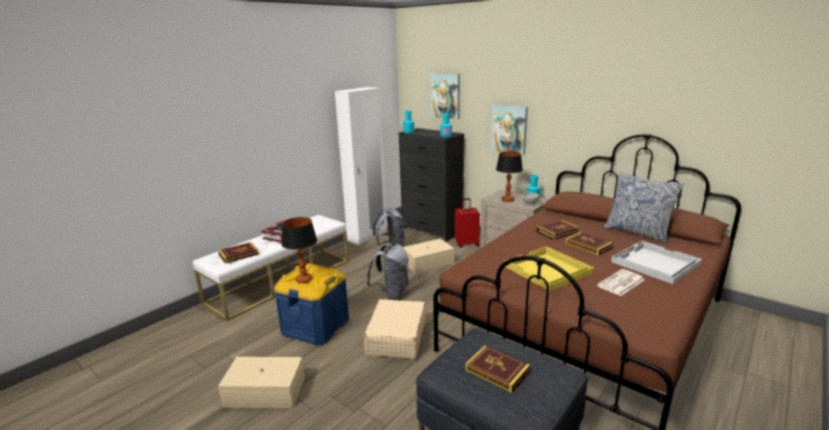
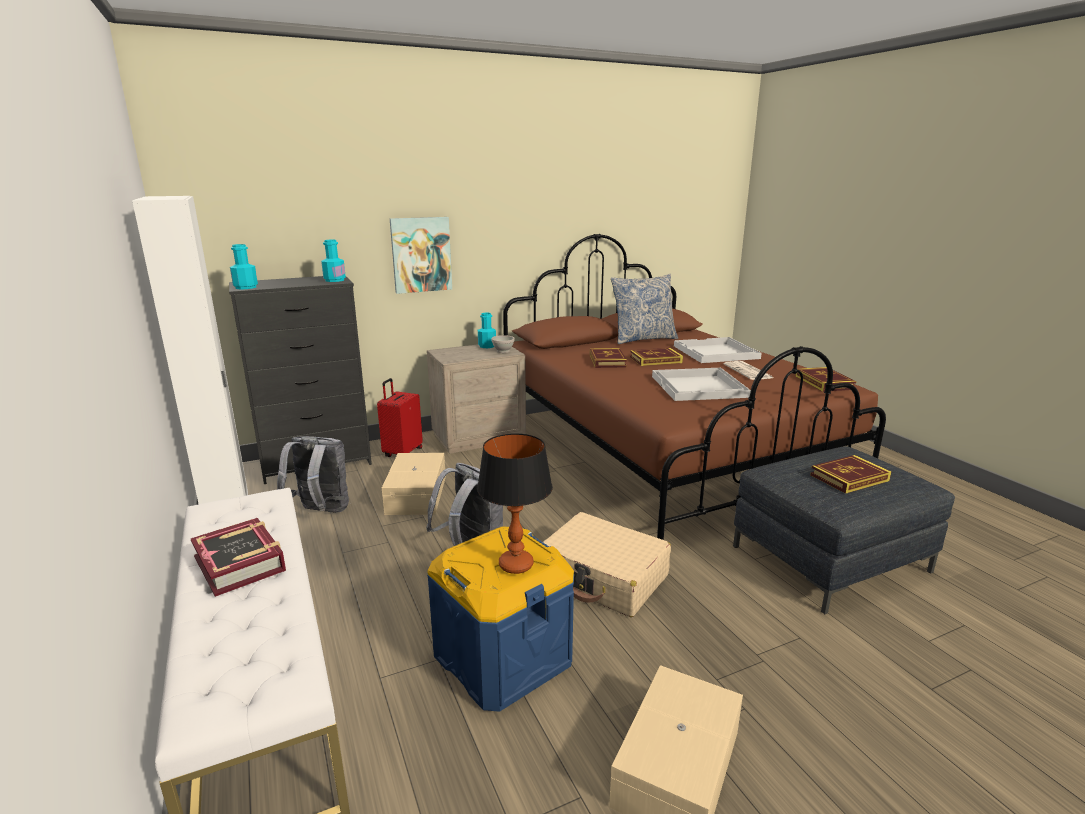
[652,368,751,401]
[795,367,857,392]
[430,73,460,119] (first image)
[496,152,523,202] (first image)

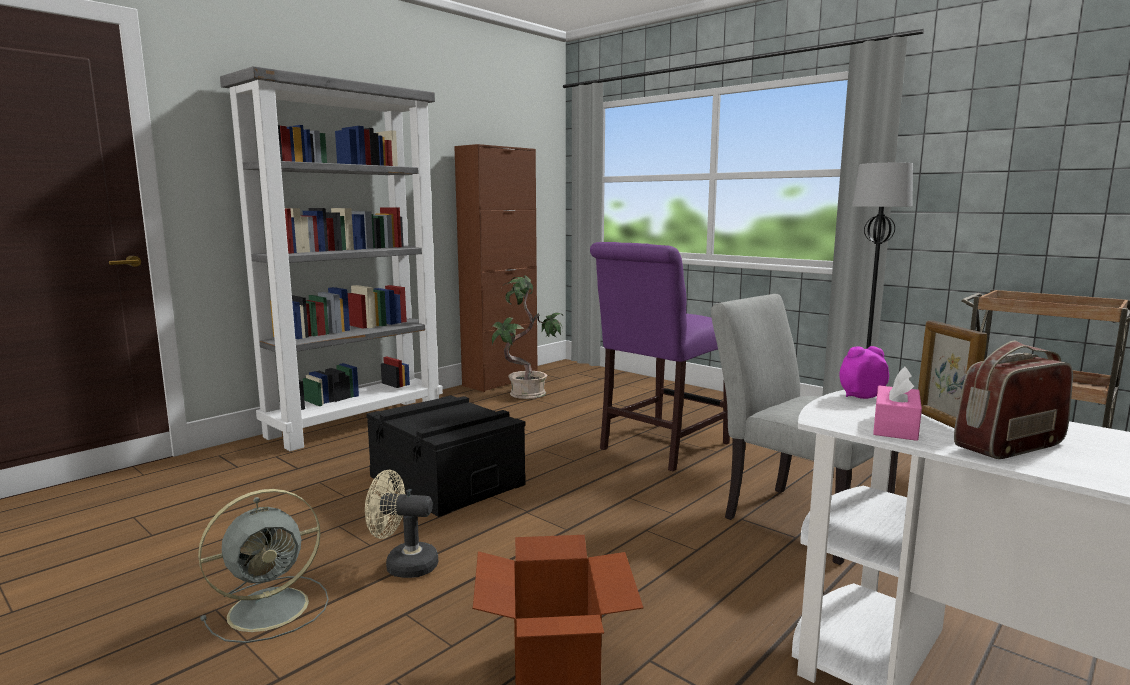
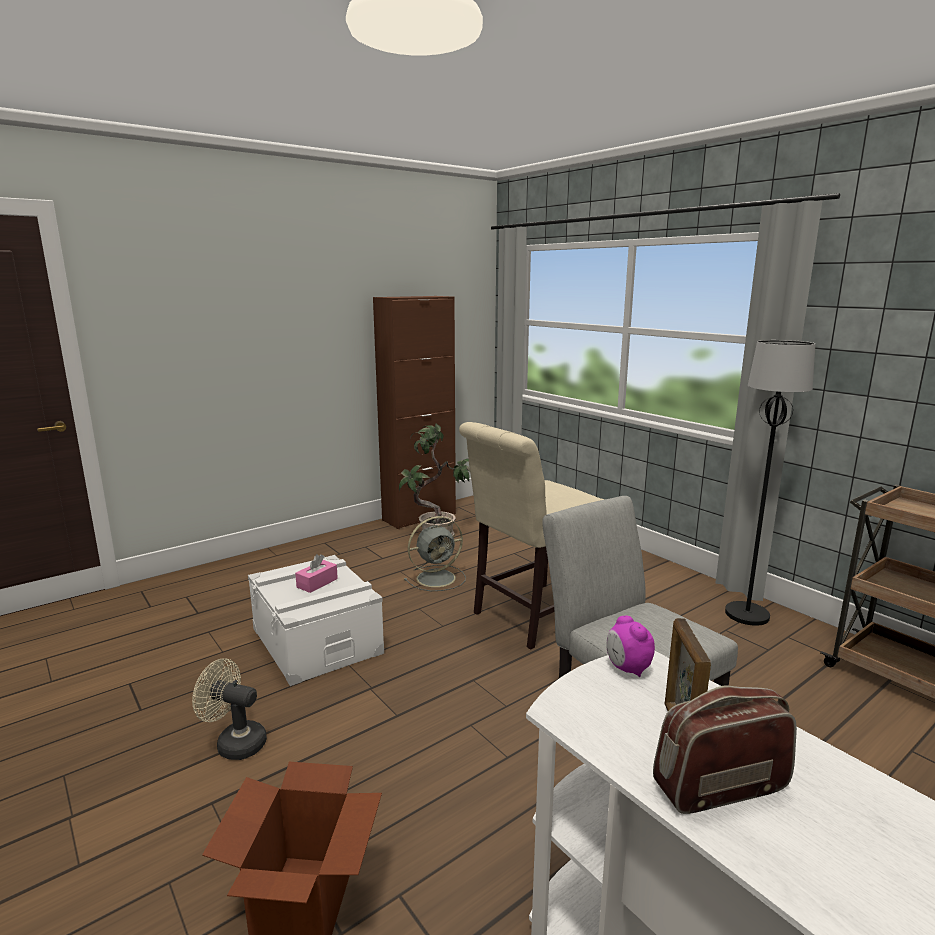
[248,555,384,686]
[295,554,338,593]
[404,516,466,591]
[459,422,605,650]
[606,616,655,677]
[220,66,443,451] (first image)

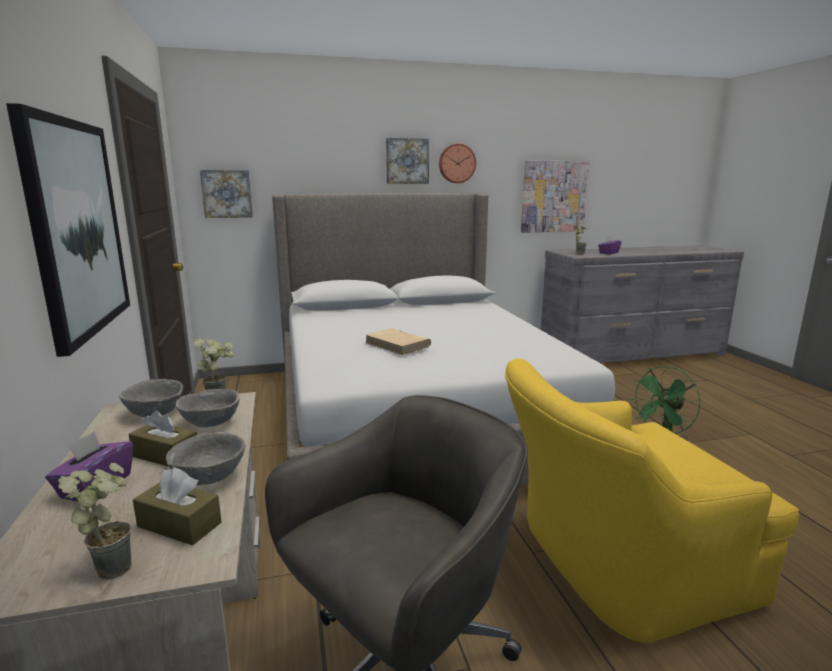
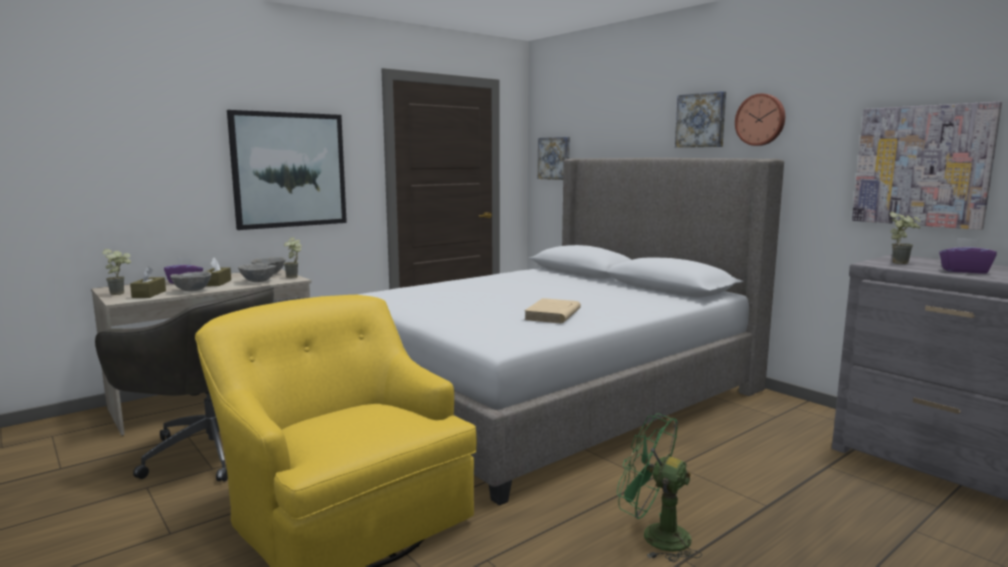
[524,298,581,323]

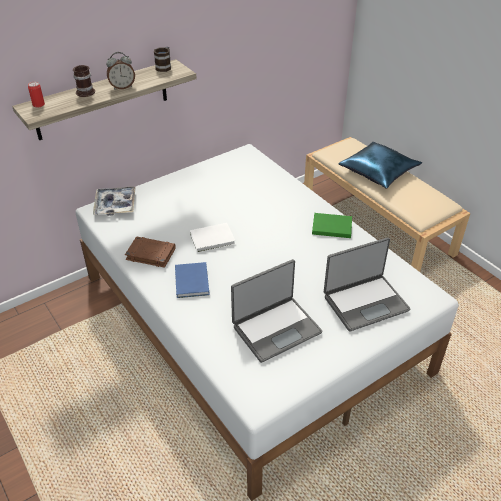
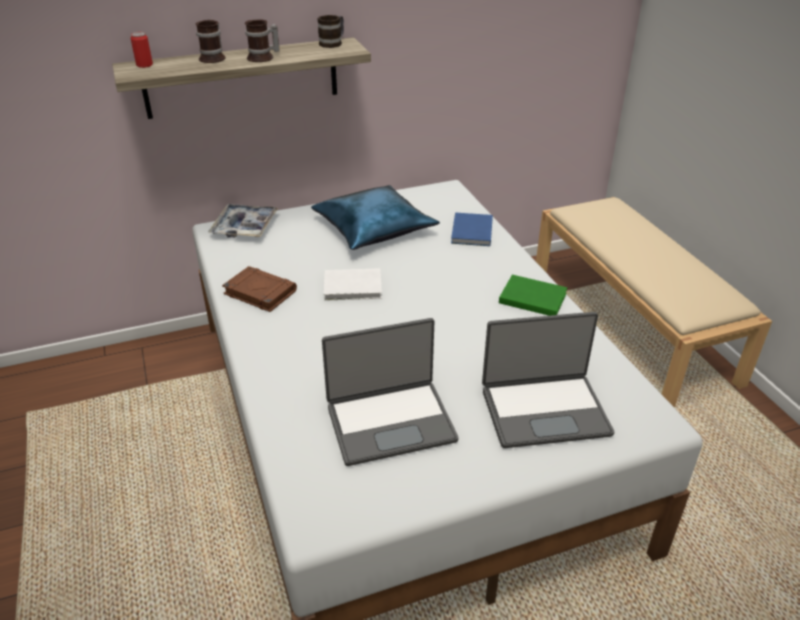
[245,19,280,62]
[311,185,440,250]
[451,212,493,246]

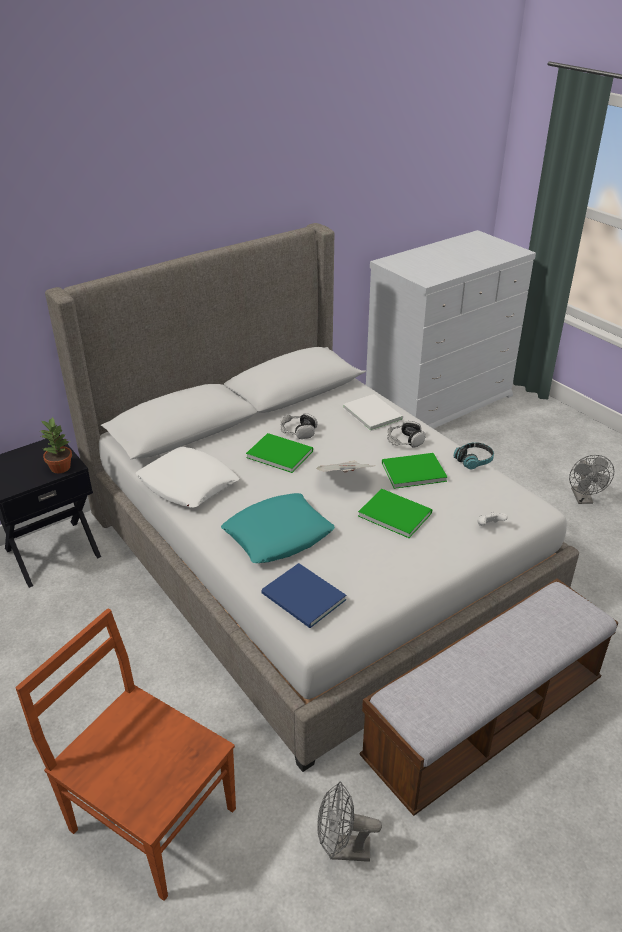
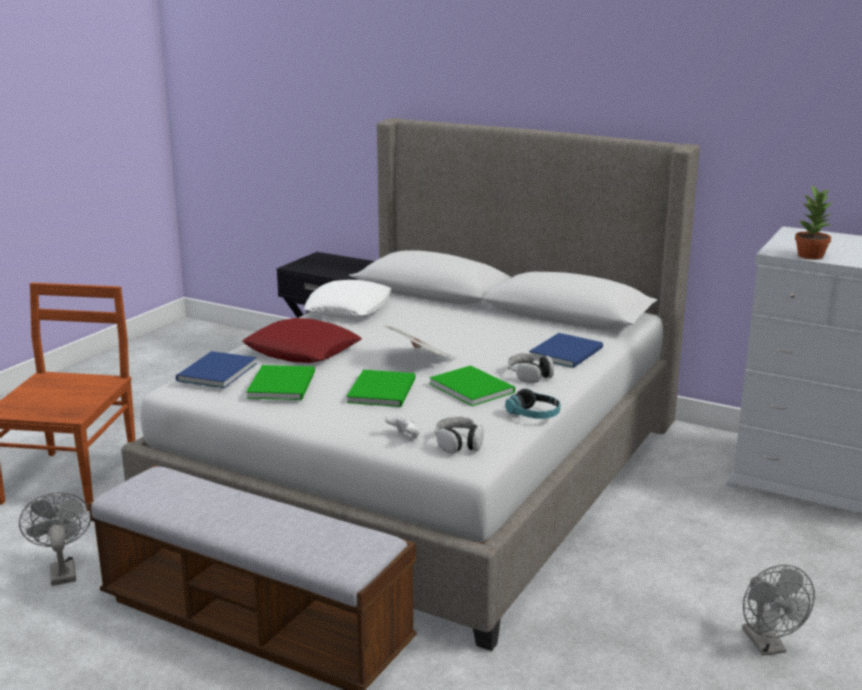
[242,318,362,363]
[246,365,315,400]
[434,417,484,454]
[529,333,603,368]
[742,565,815,656]
[795,186,832,259]

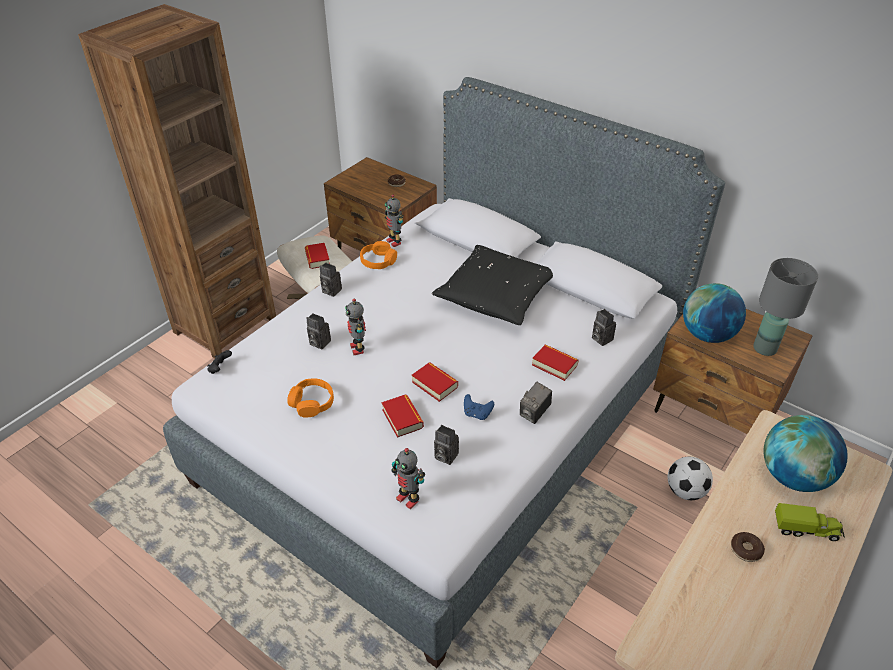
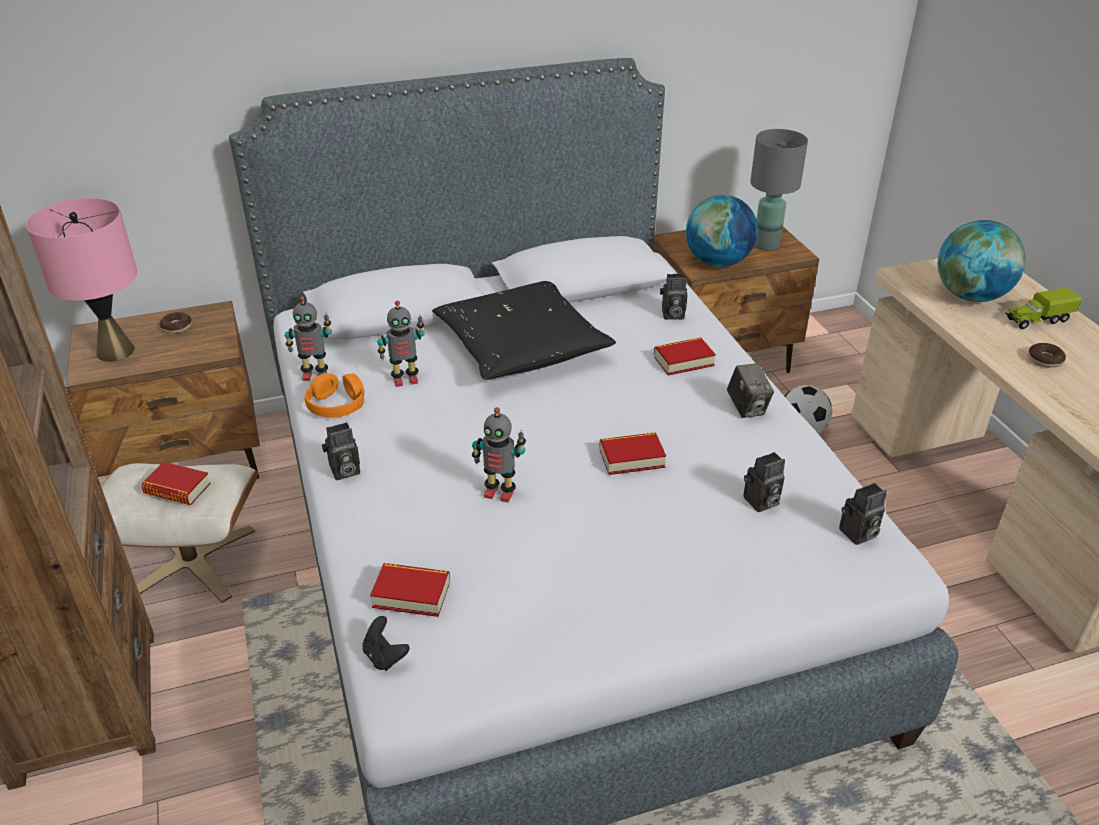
[26,198,137,362]
[370,563,450,617]
[377,301,425,387]
[839,483,887,545]
[1005,288,1081,329]
[287,379,334,418] (first image)
[464,394,494,420] (first image)

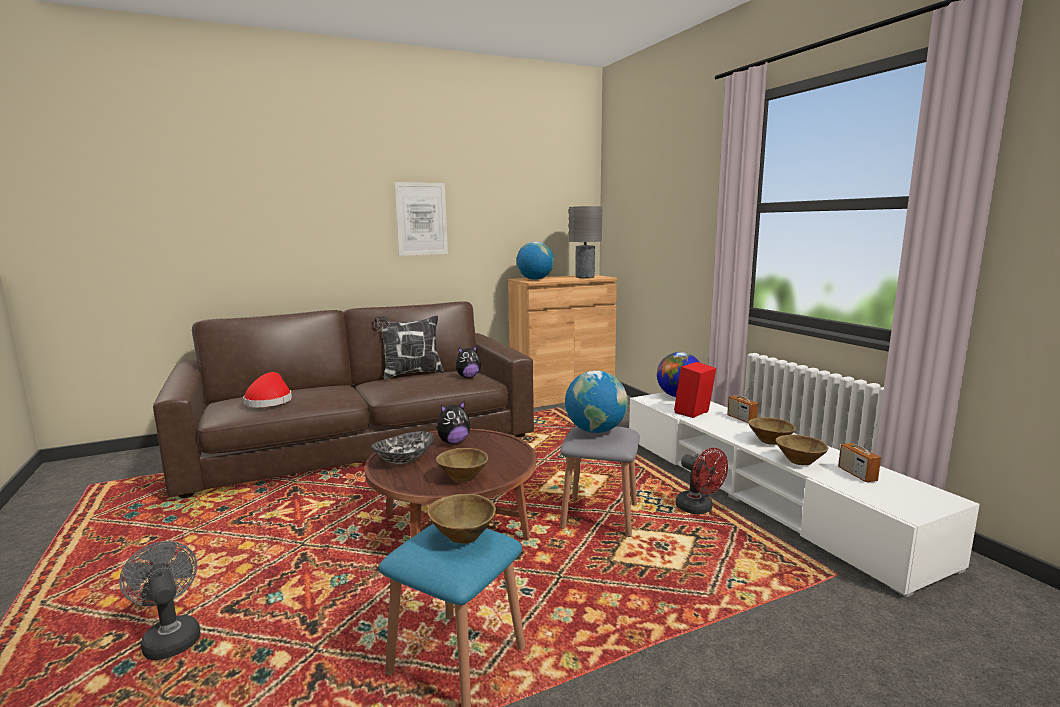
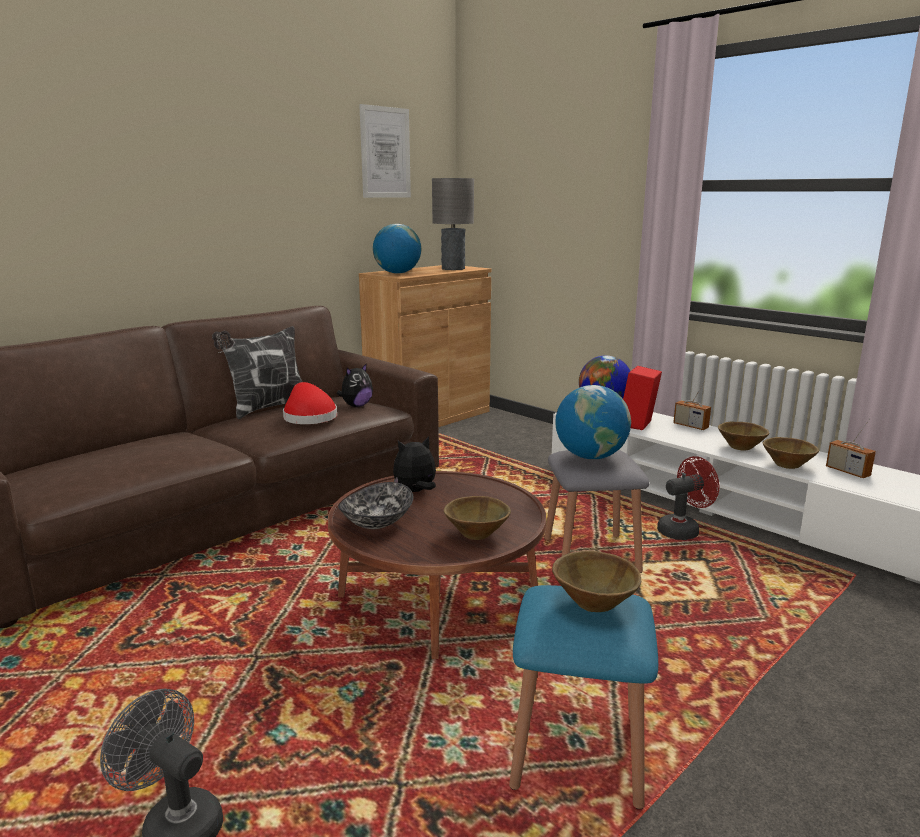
[283,382,337,424]
[359,104,411,198]
[393,437,436,492]
[657,456,719,540]

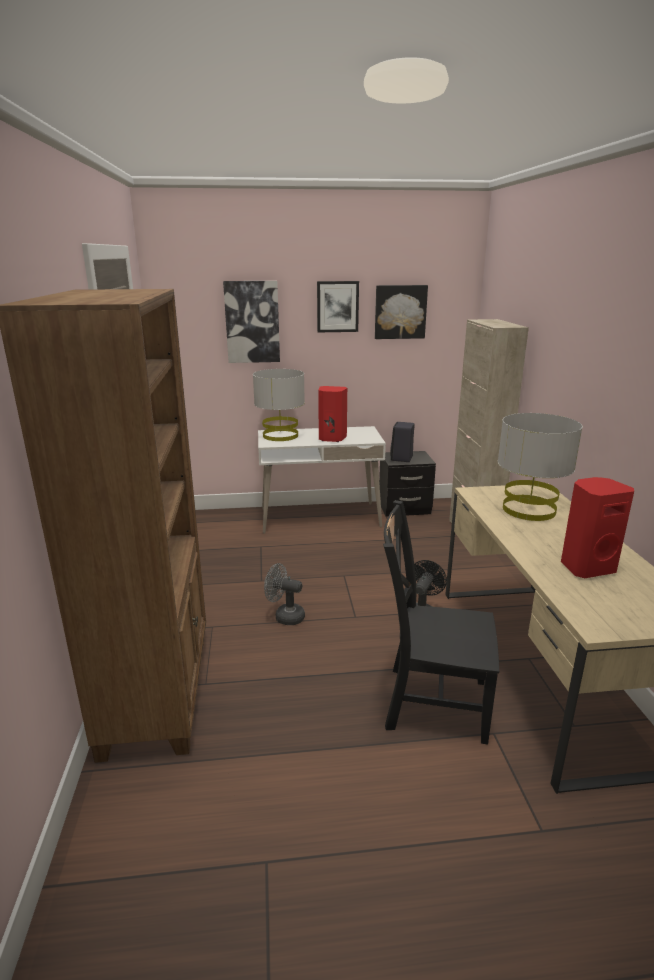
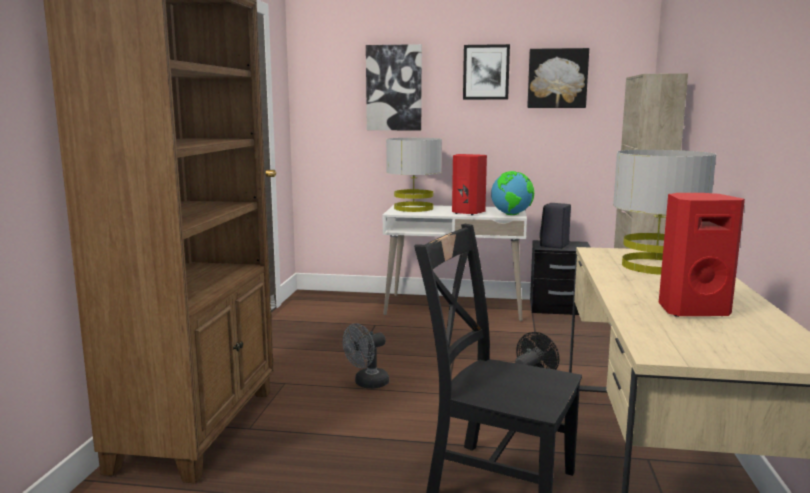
[343,323,389,389]
[491,171,534,215]

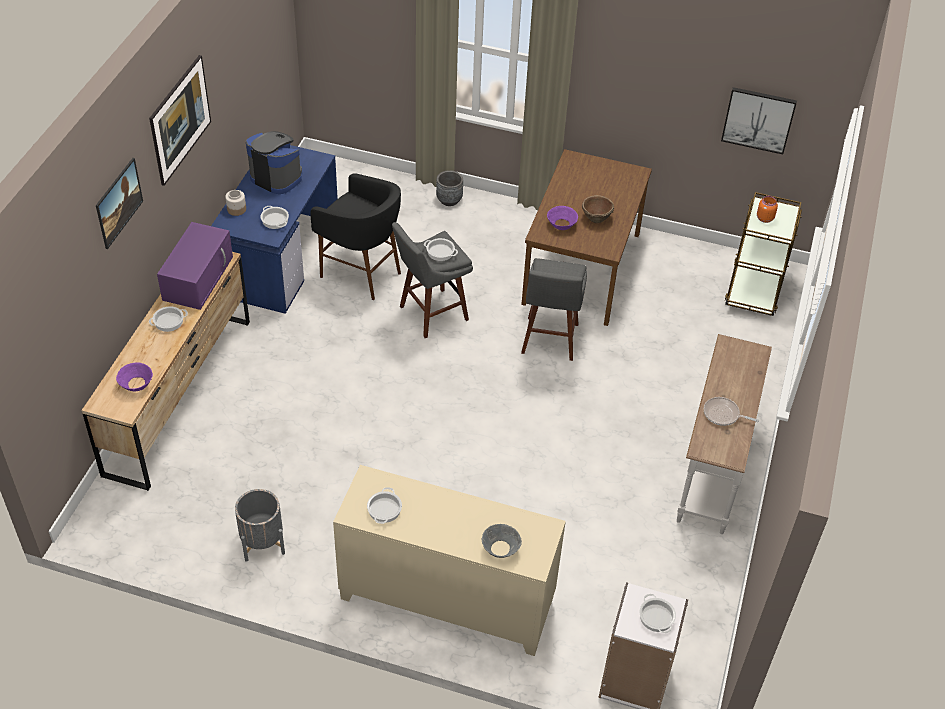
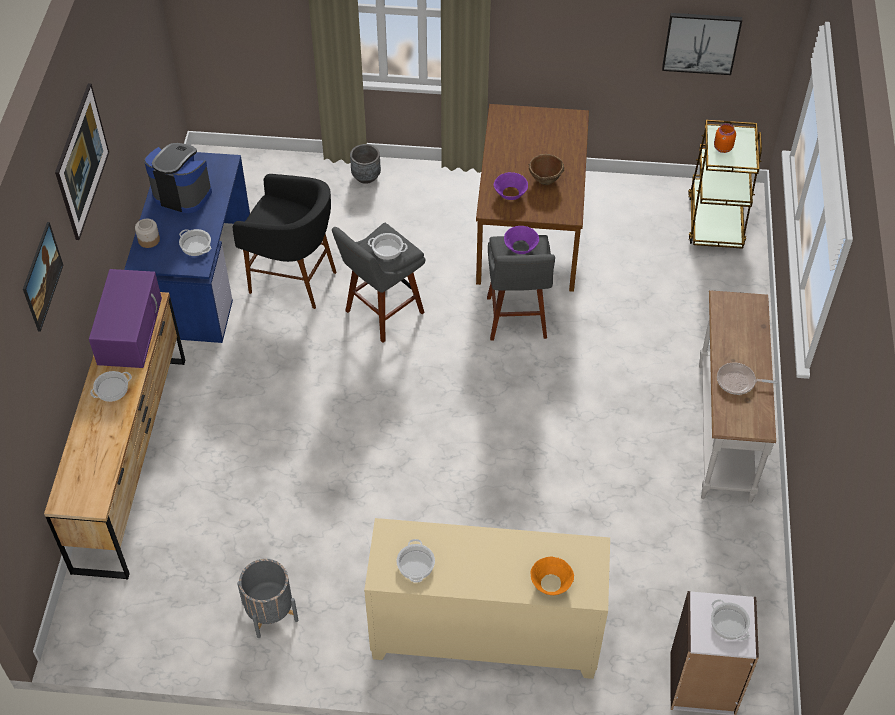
[504,226,539,254]
[531,556,574,595]

